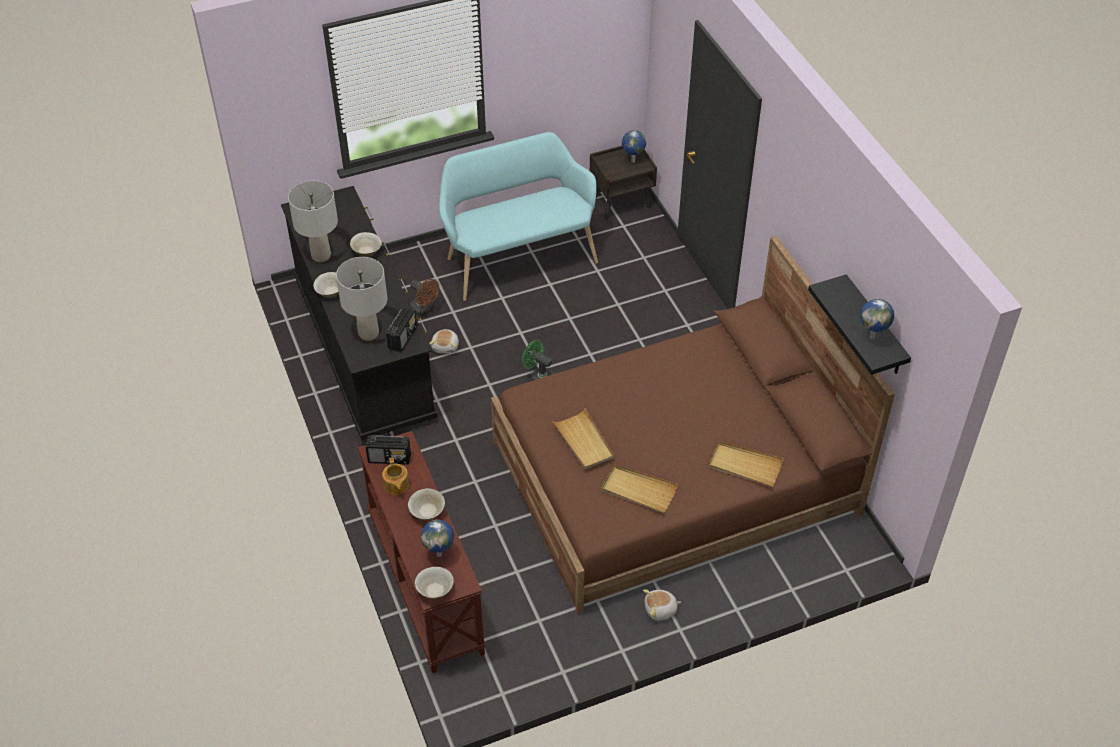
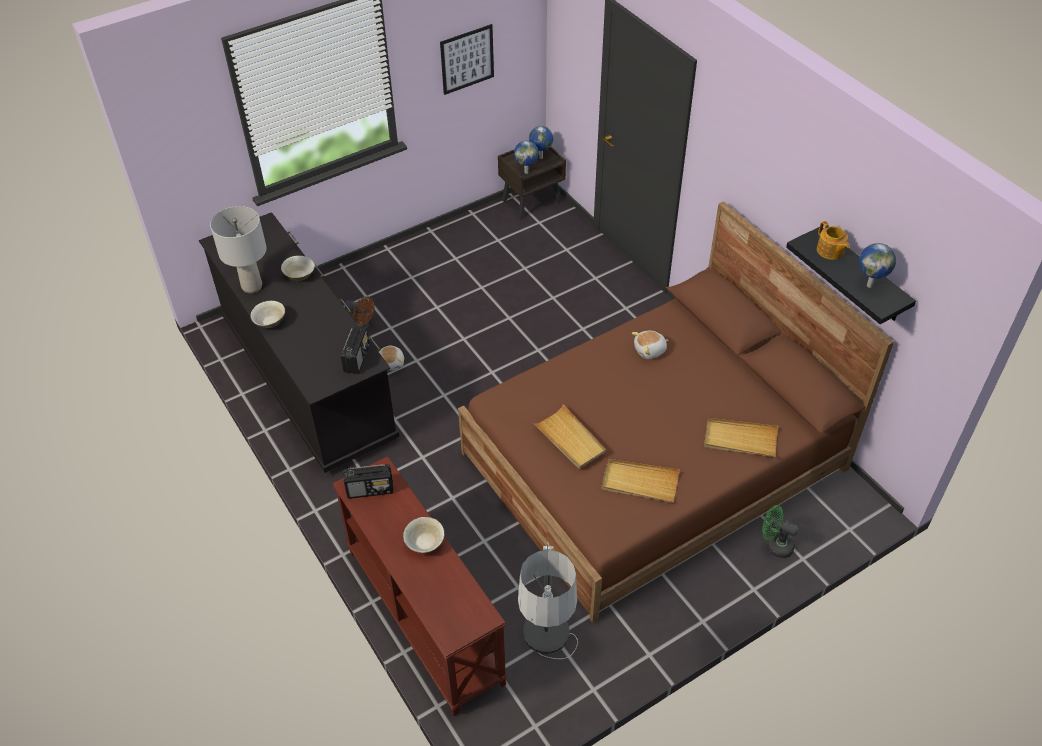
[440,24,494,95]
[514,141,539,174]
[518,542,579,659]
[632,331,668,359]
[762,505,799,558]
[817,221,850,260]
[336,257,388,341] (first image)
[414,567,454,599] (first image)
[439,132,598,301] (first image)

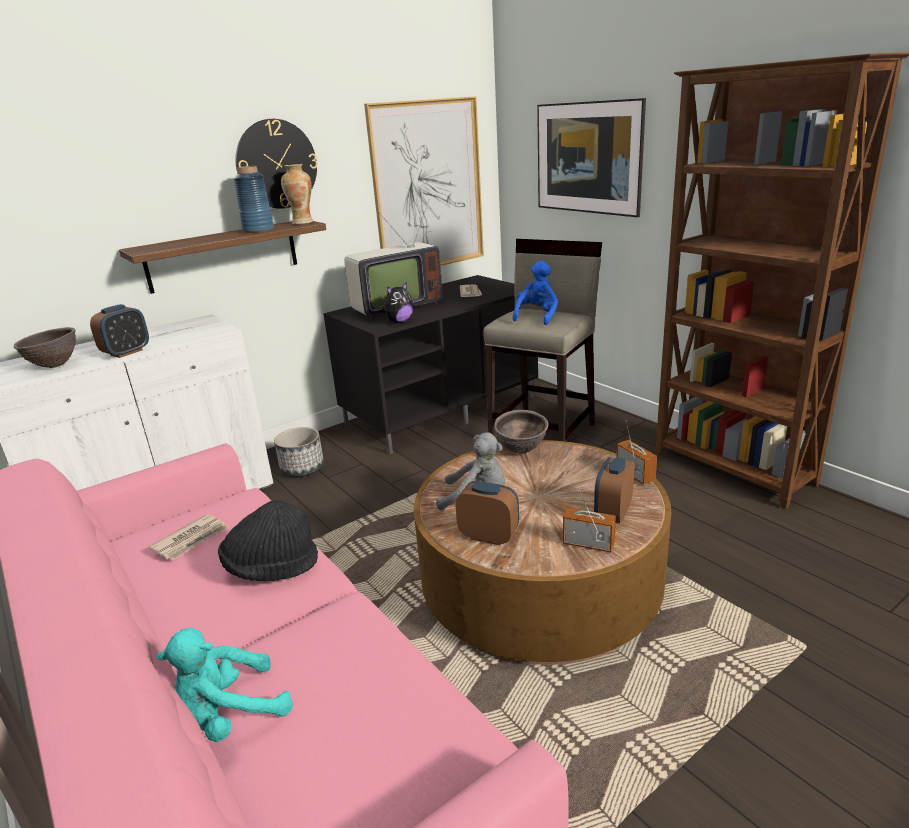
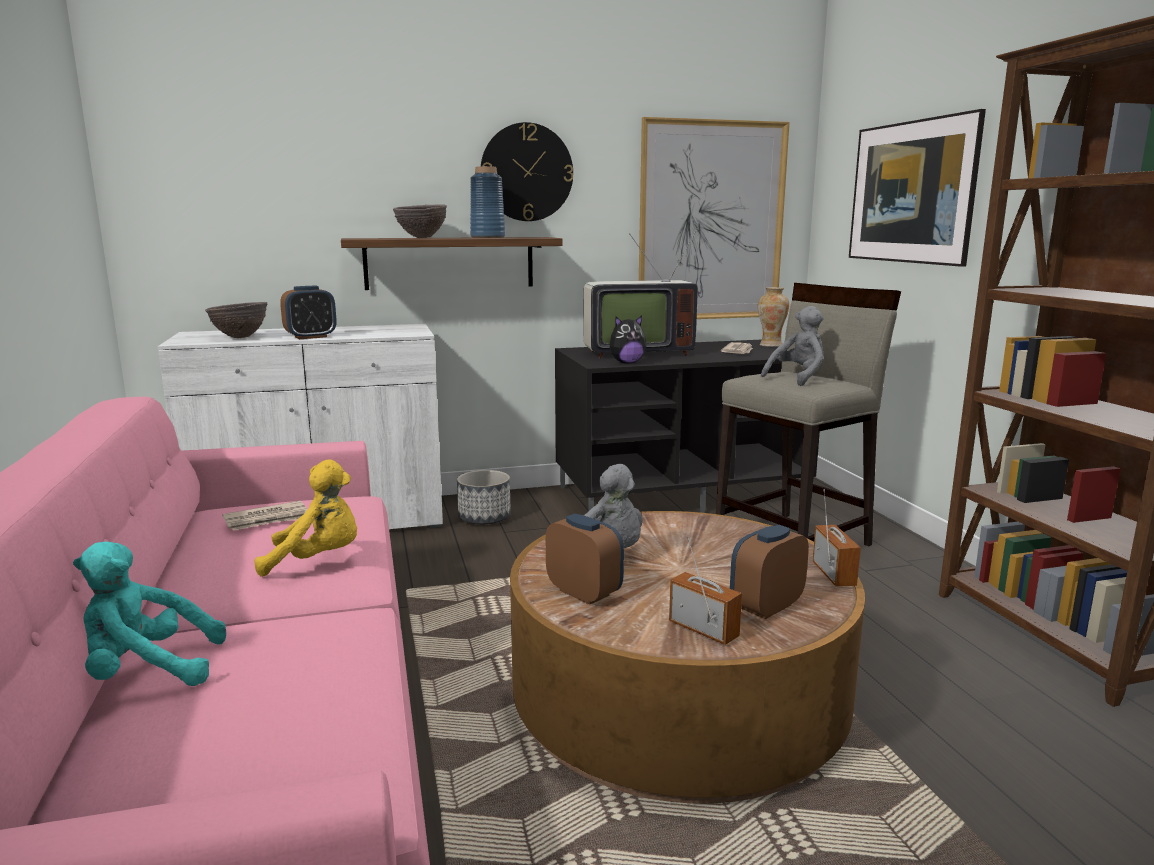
[254,459,357,577]
[393,204,447,238]
[758,287,789,347]
[761,306,824,386]

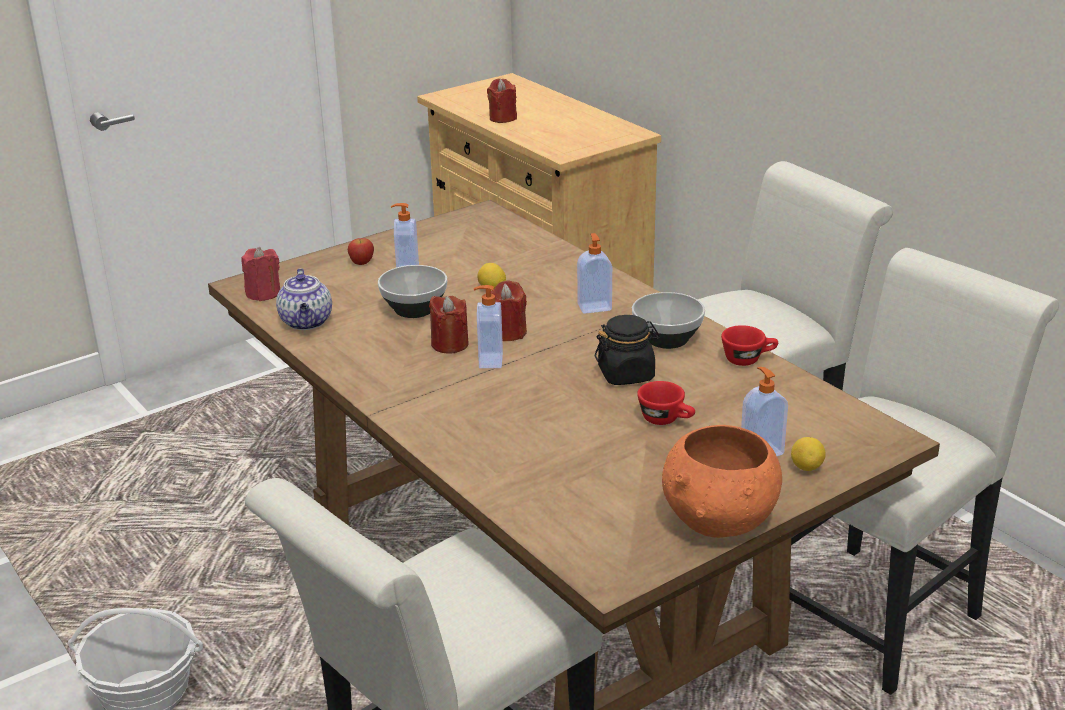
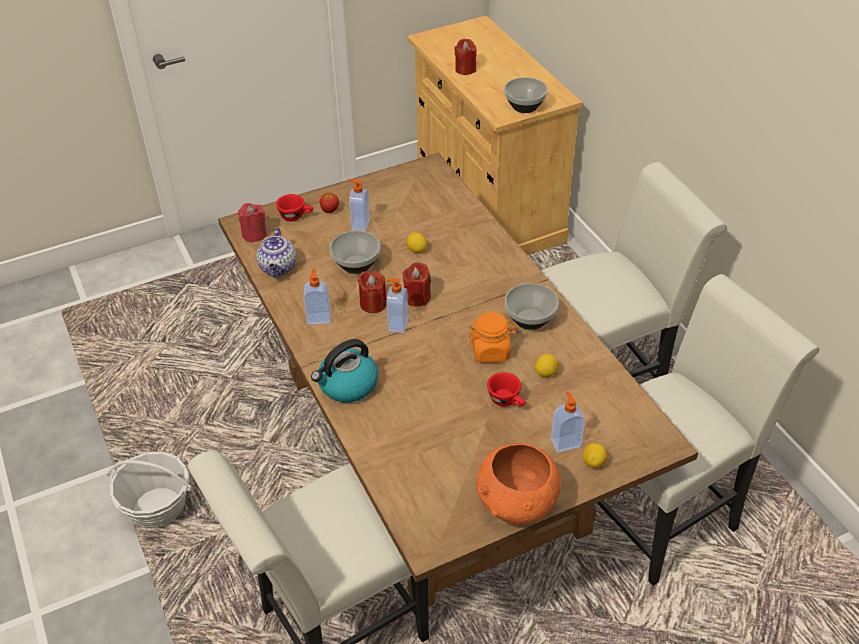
[276,194,313,221]
[303,269,331,325]
[311,339,378,403]
[468,312,516,363]
[504,77,548,113]
[535,354,559,377]

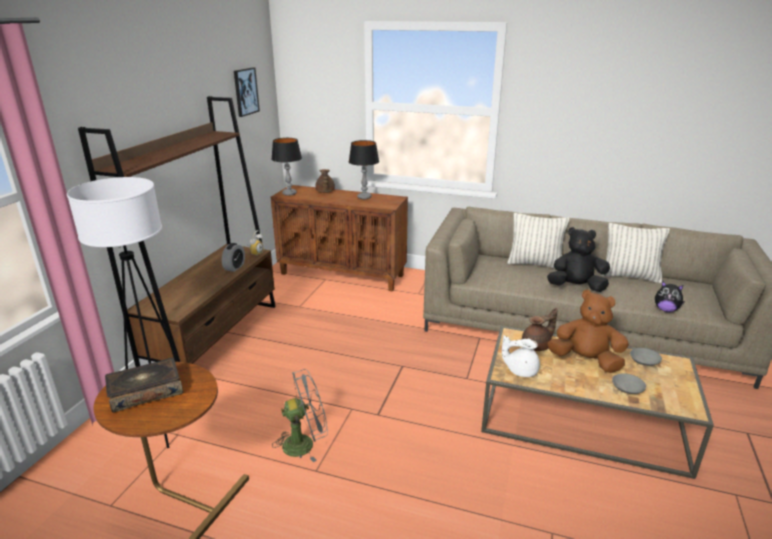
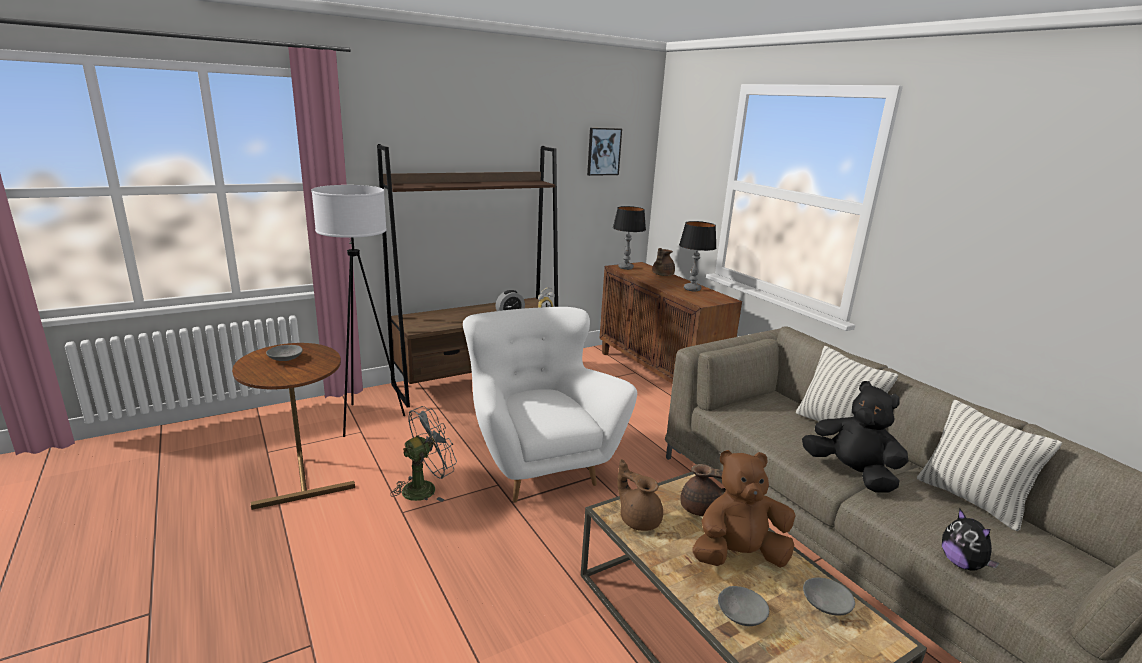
[266,345,303,361]
[390,406,457,502]
[463,307,637,503]
[617,459,663,531]
[692,450,796,568]

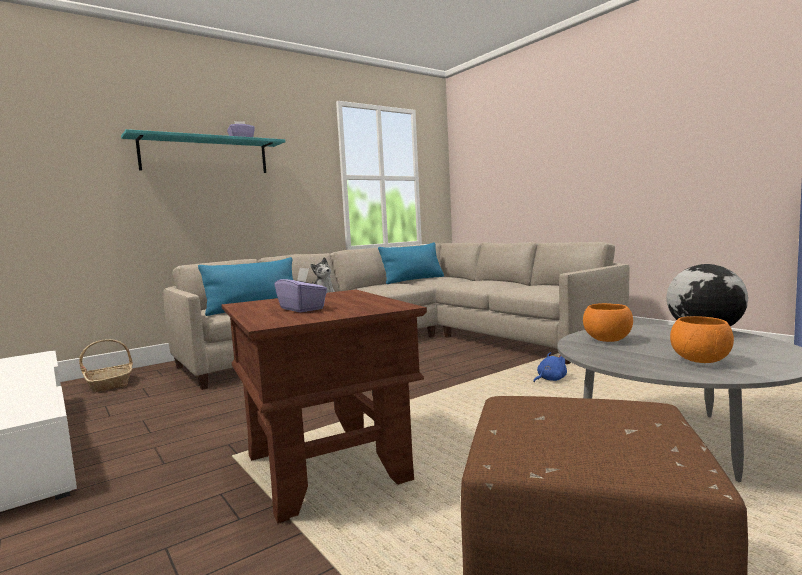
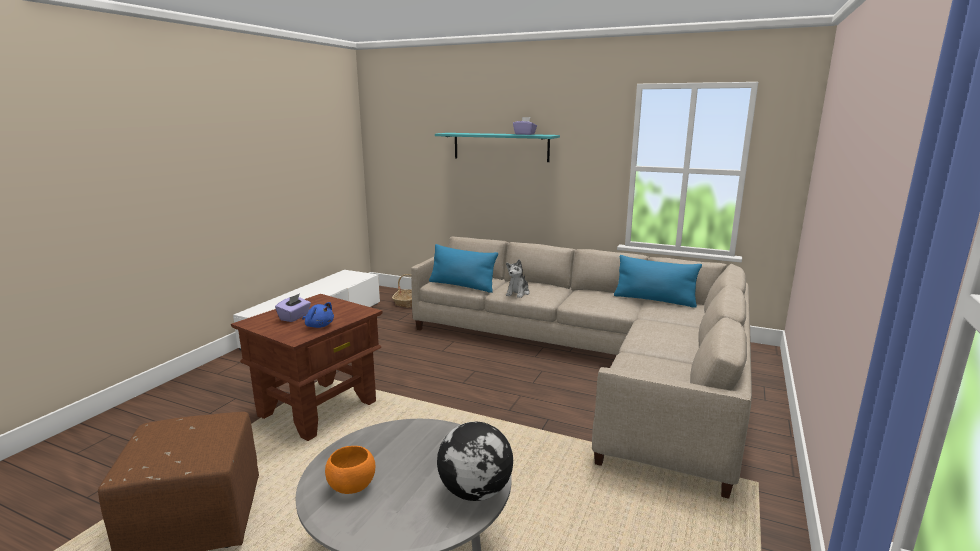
[302,302,334,328]
[583,303,633,342] (first image)

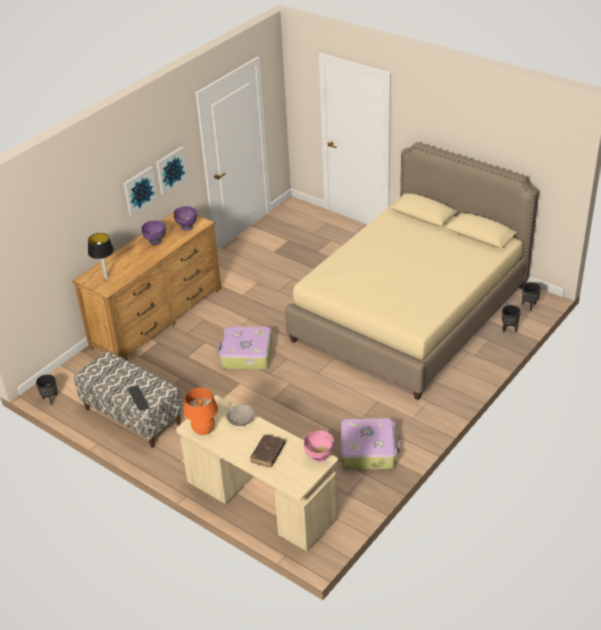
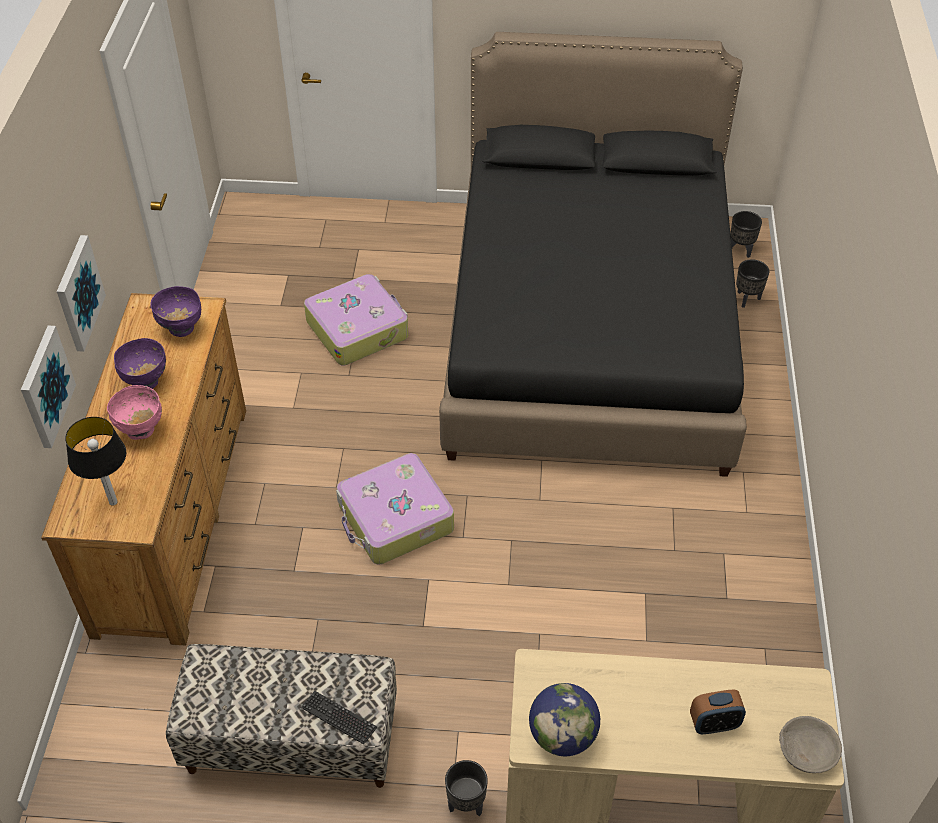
[21,326,76,448]
[107,385,162,440]
[304,274,408,365]
[439,32,747,477]
[445,760,488,816]
[529,683,600,756]
[690,689,746,734]
[779,716,842,773]

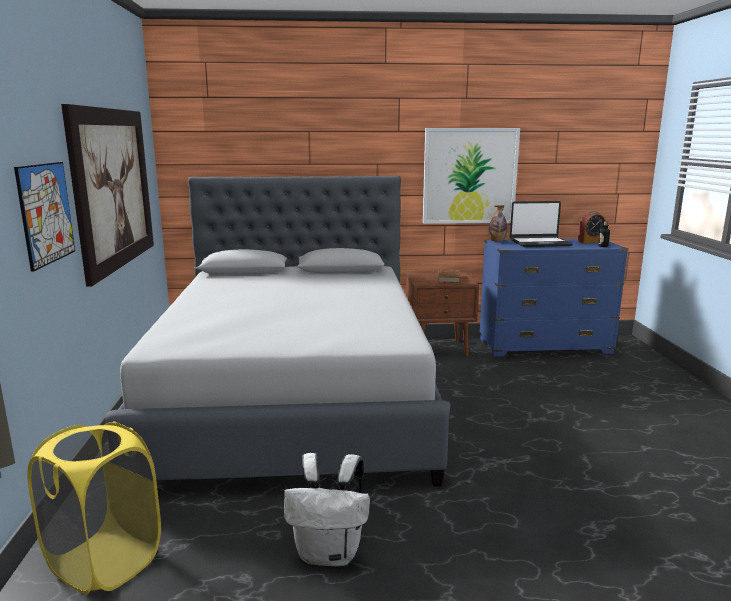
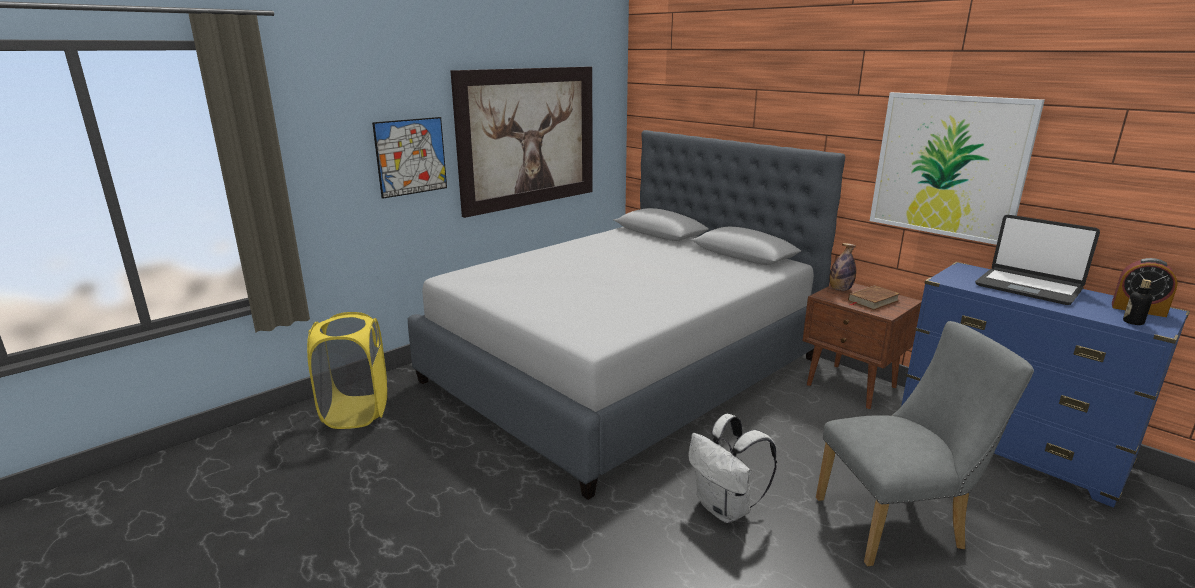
[688,414,777,523]
[816,321,1034,566]
[829,243,856,291]

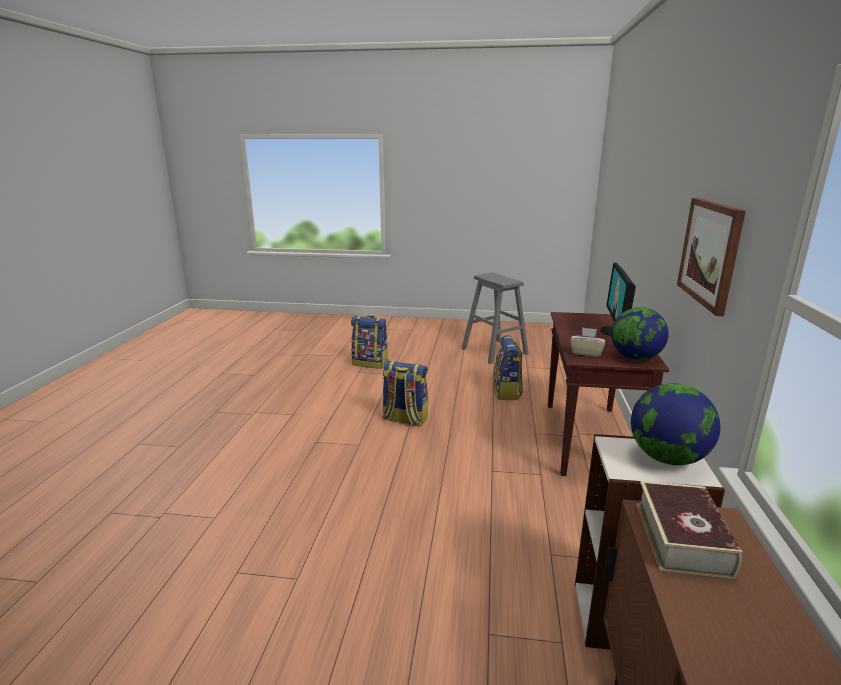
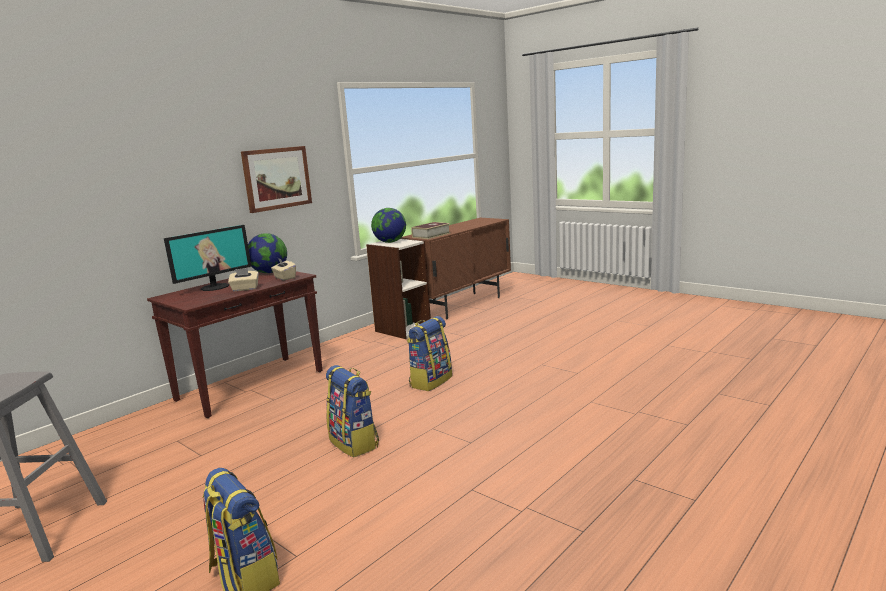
[228,268,259,291]
[407,316,452,391]

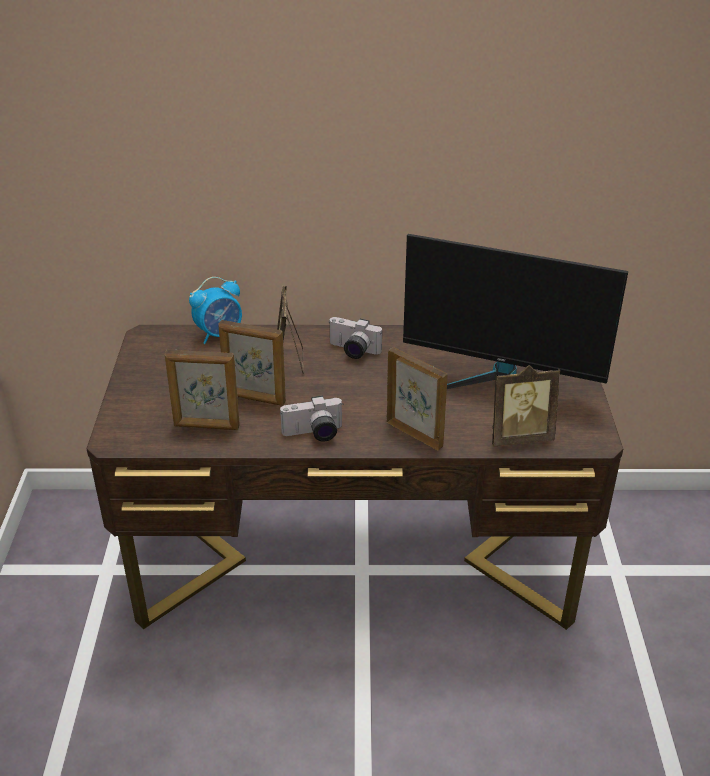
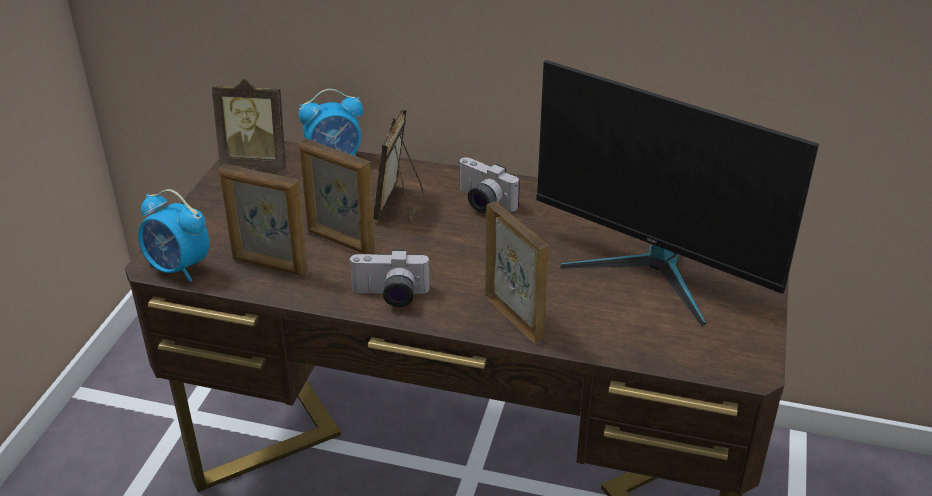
[138,189,209,282]
[212,79,286,169]

